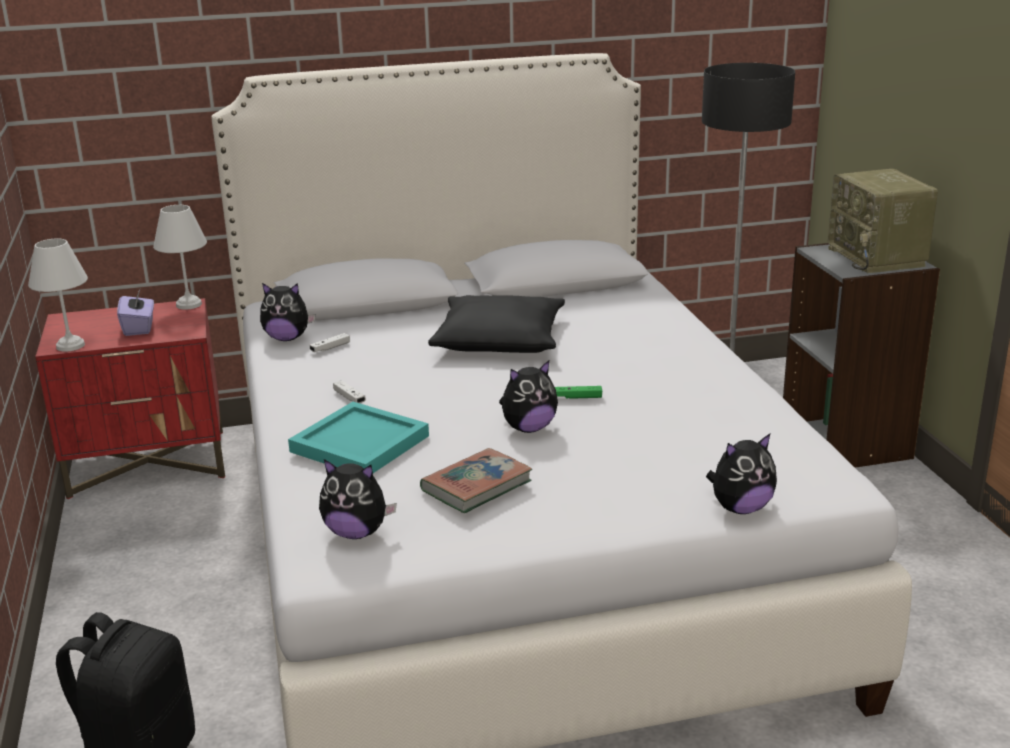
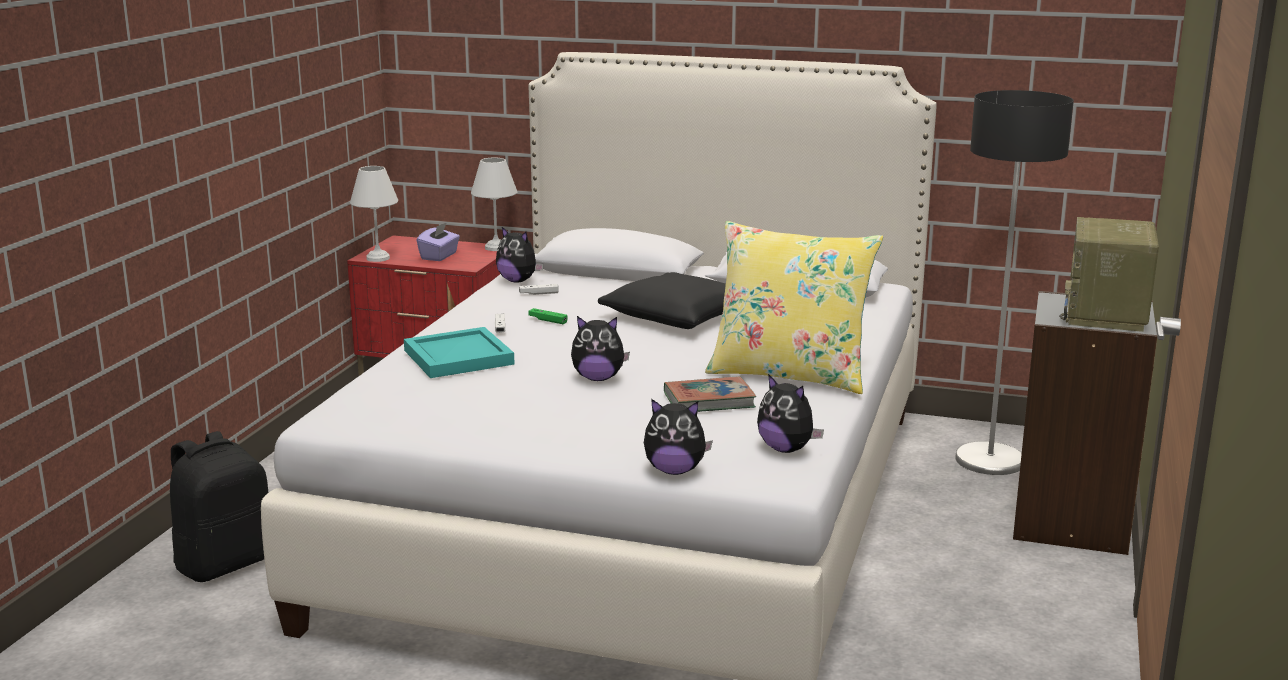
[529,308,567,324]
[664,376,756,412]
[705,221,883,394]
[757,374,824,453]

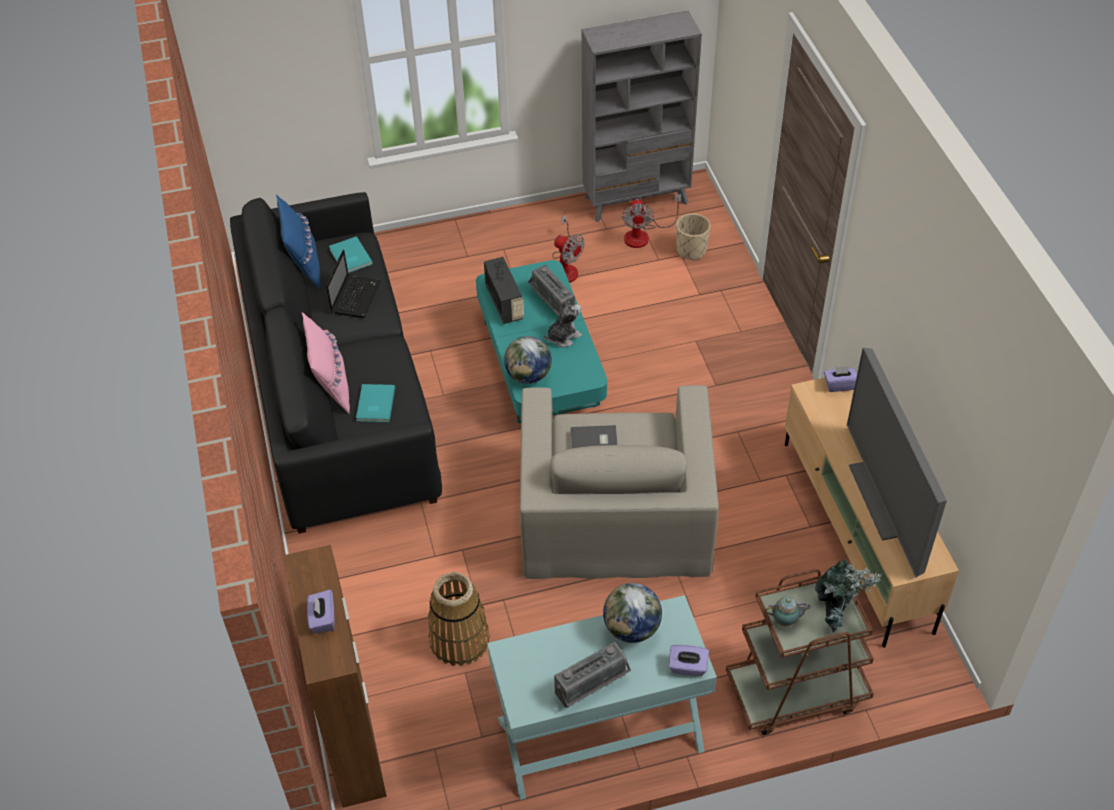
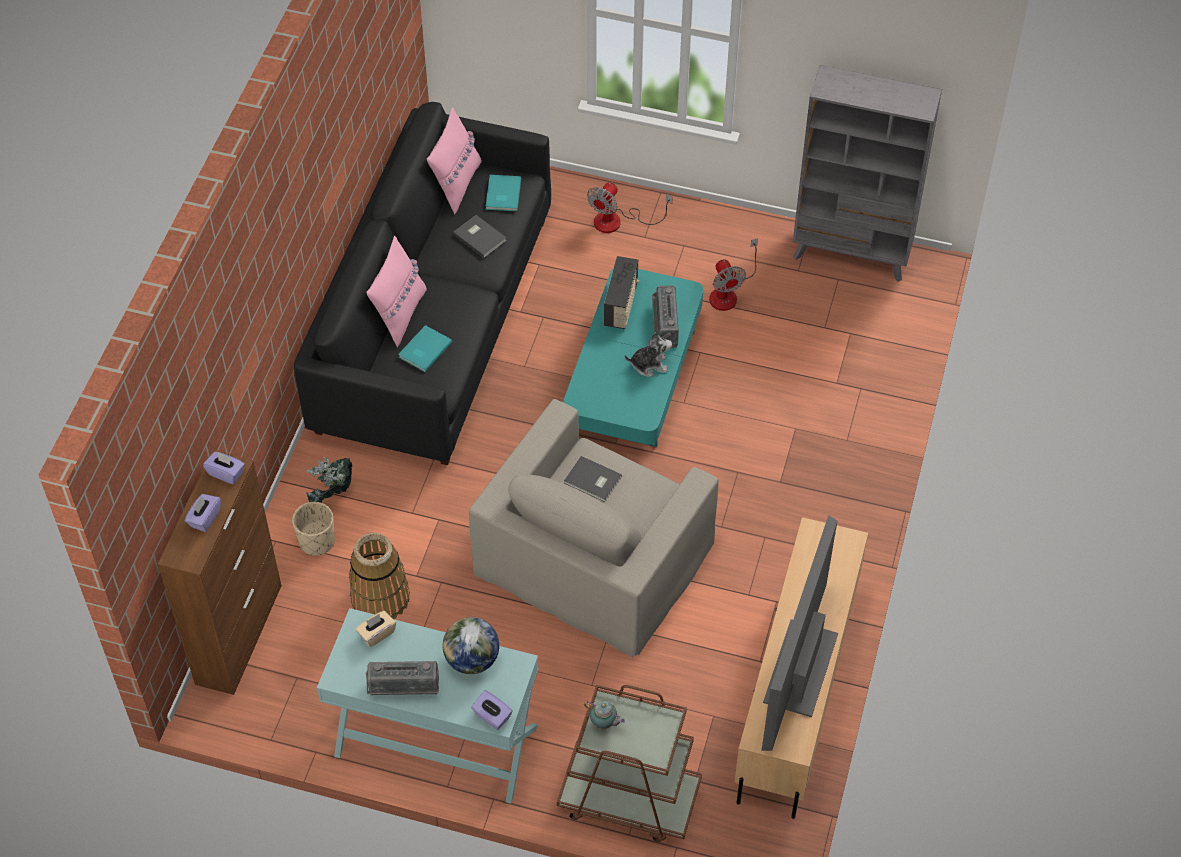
[203,452,245,485]
[292,502,335,556]
[306,457,352,503]
[356,611,396,647]
[427,107,482,215]
[453,215,507,258]
[587,182,672,233]
[504,336,552,384] (first image)

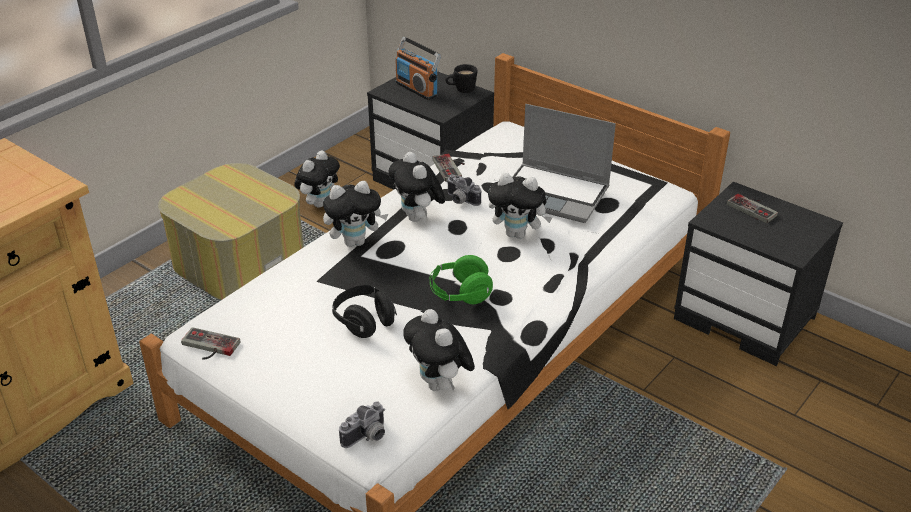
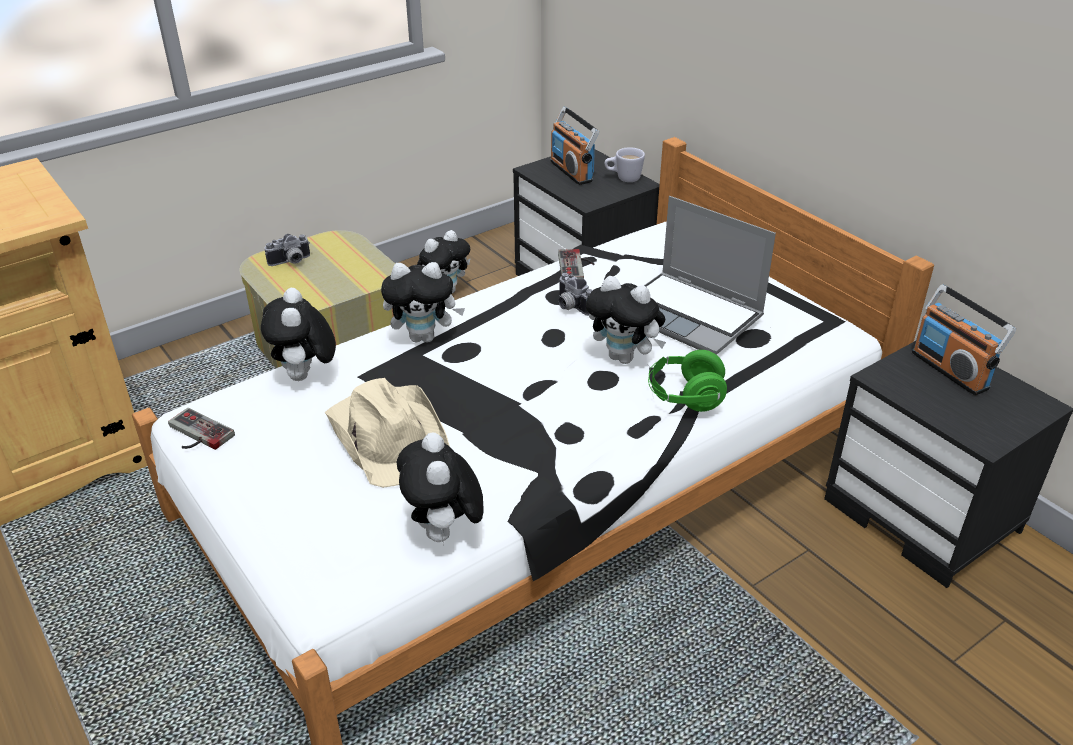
[261,288,336,381]
[265,234,310,266]
[325,378,450,488]
[605,147,645,182]
[648,350,727,412]
[912,284,1016,396]

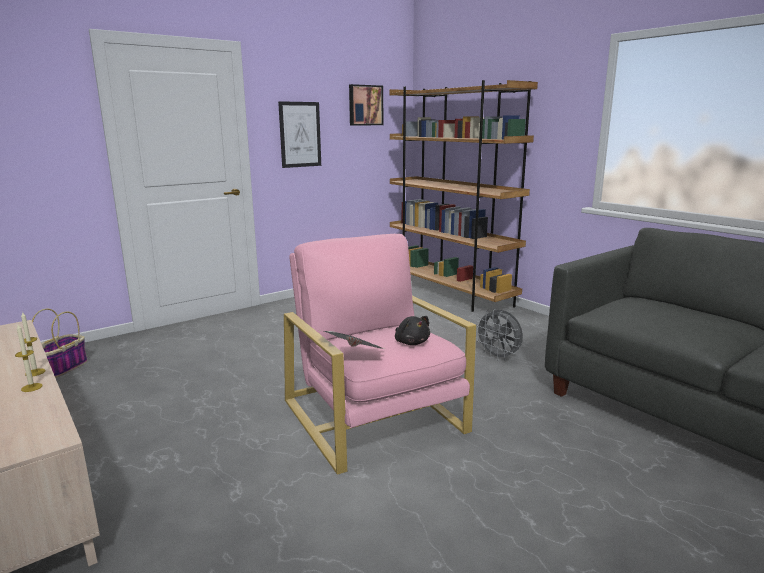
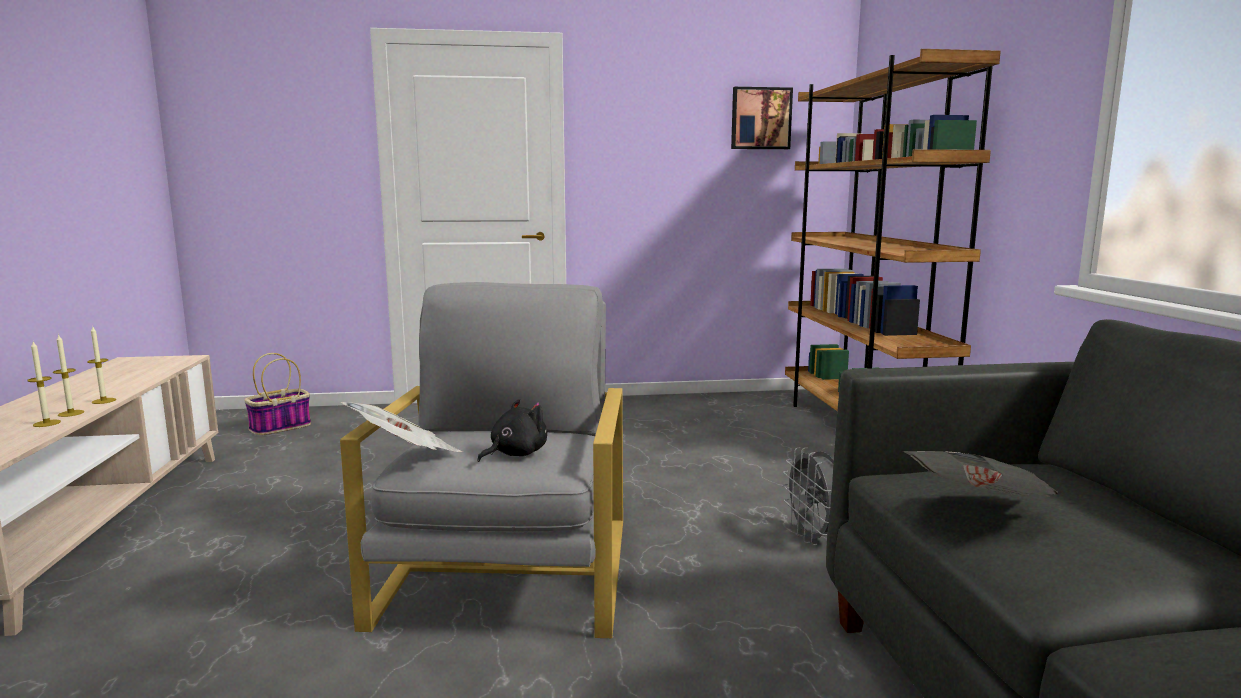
[27,342,61,427]
[340,282,623,638]
[477,399,547,462]
[903,451,1058,497]
[278,101,321,168] (first image)

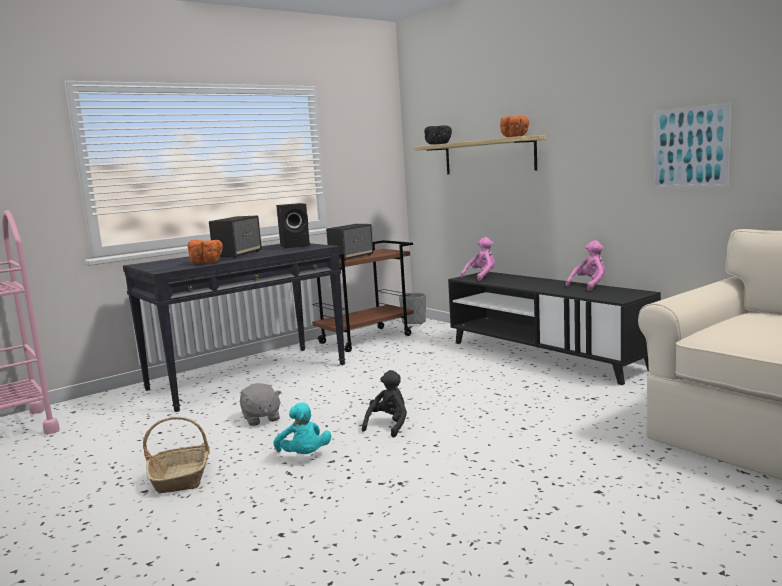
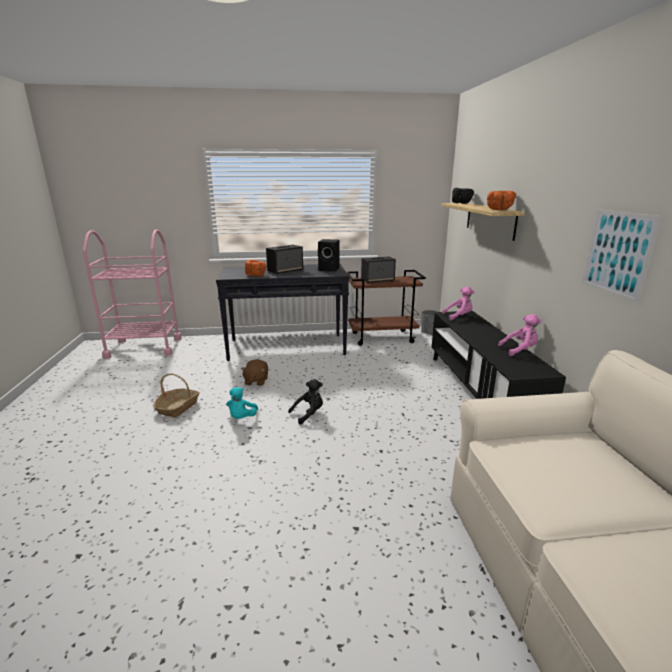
[241,359,268,386]

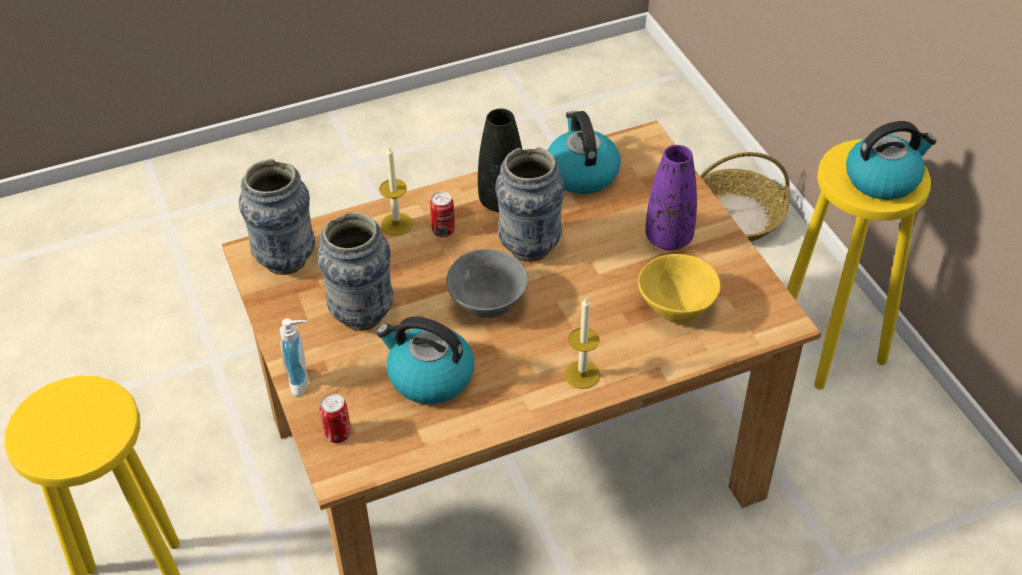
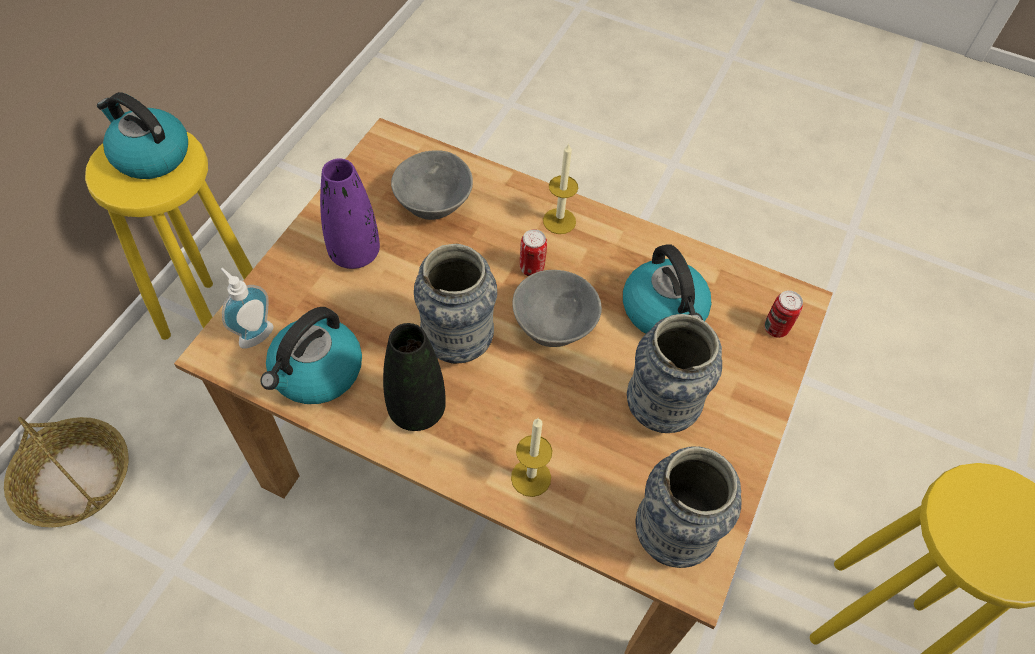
[221,268,274,348]
[391,150,473,220]
[520,229,547,276]

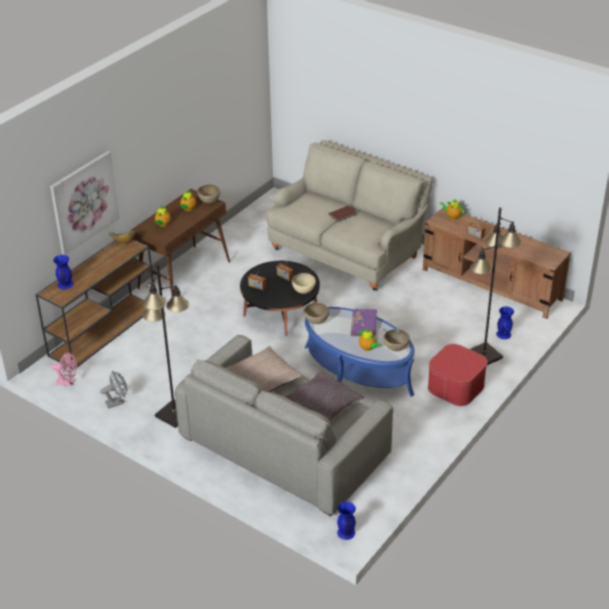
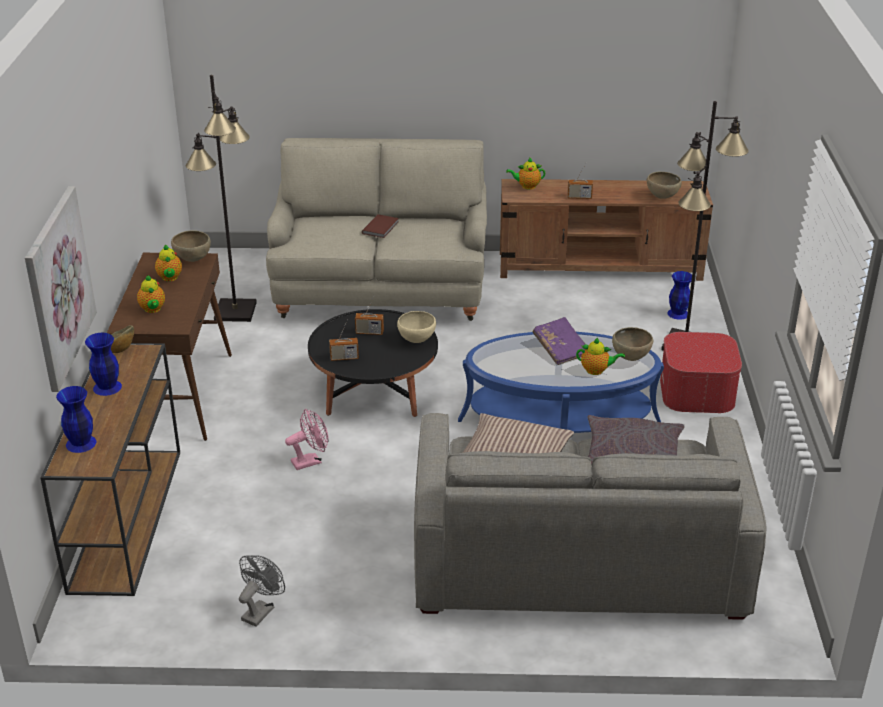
[85,333,122,396]
[185,75,257,322]
[285,409,329,470]
[647,172,682,199]

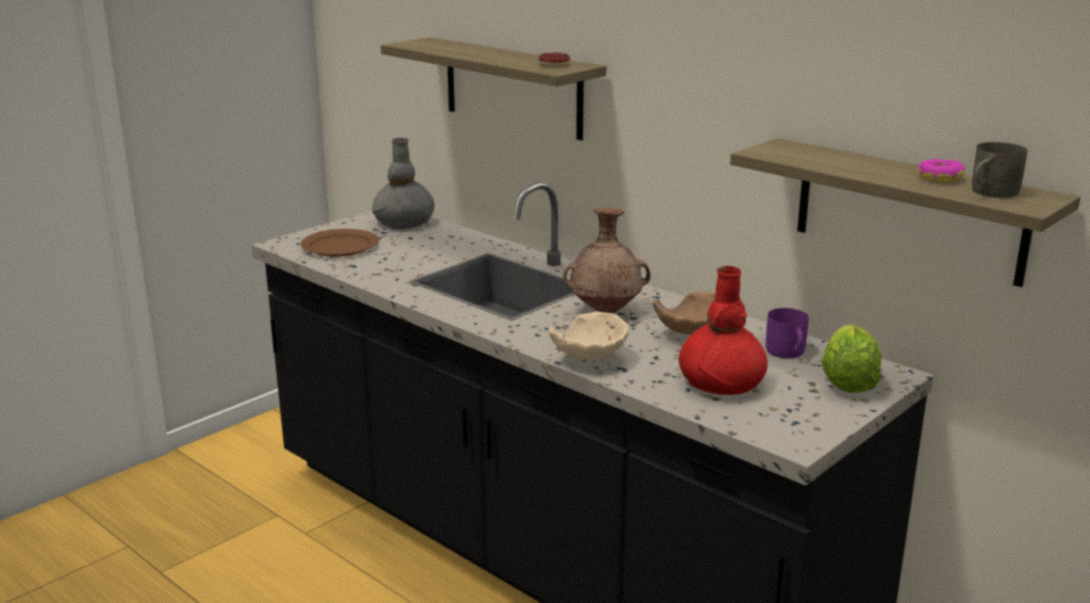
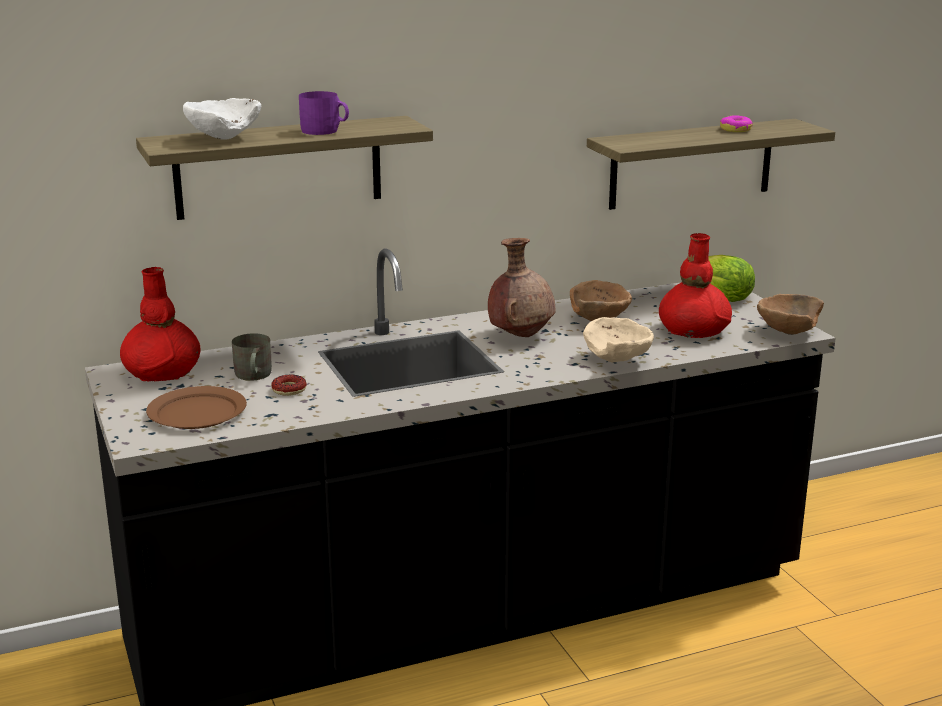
[120,267,200,382]
[183,98,261,140]
[232,333,272,381]
[271,375,307,396]
[299,91,349,135]
[757,294,824,335]

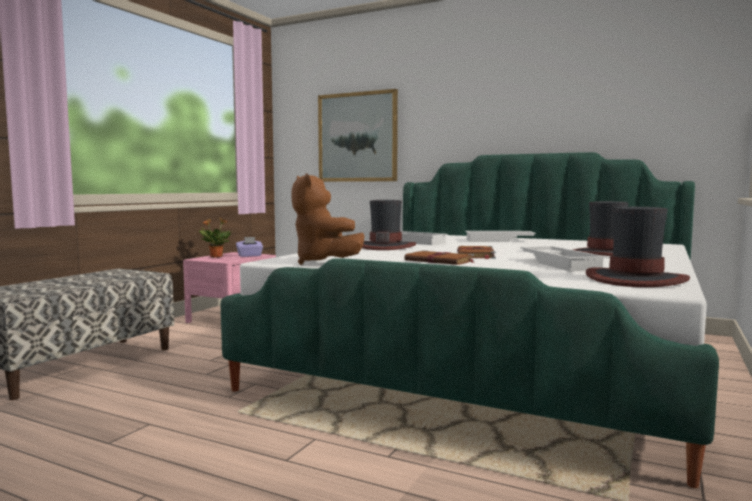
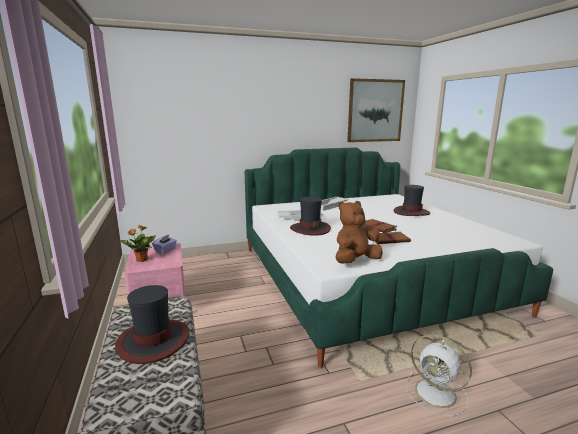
[115,285,189,364]
[335,201,383,264]
[347,78,405,142]
[406,334,472,417]
[520,246,607,271] (first image)

